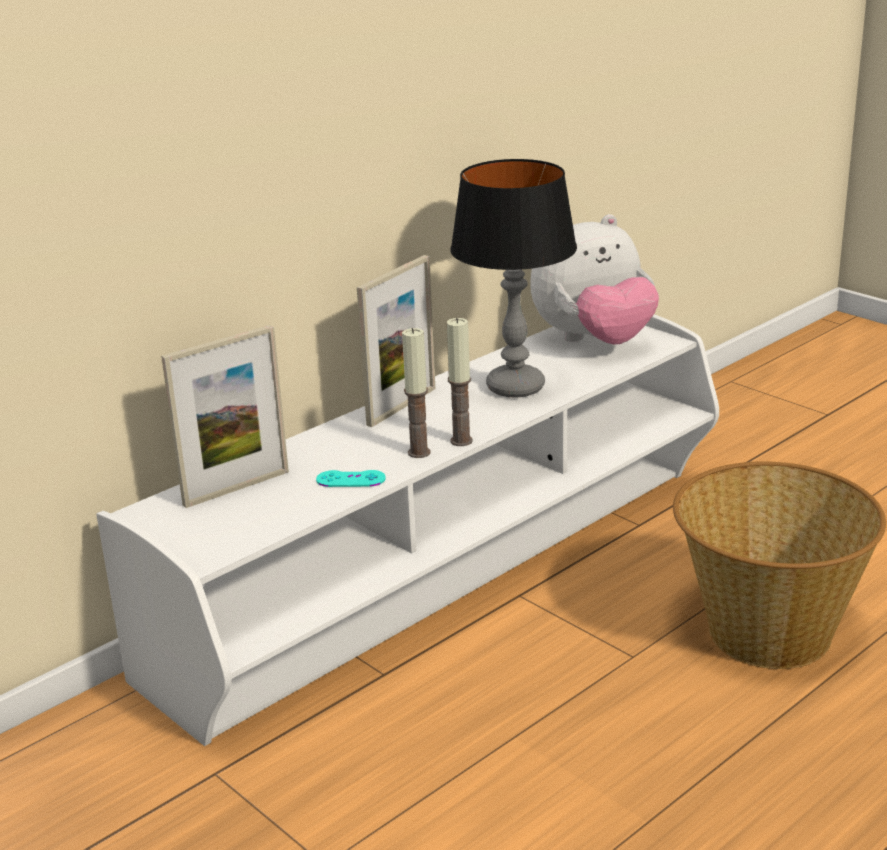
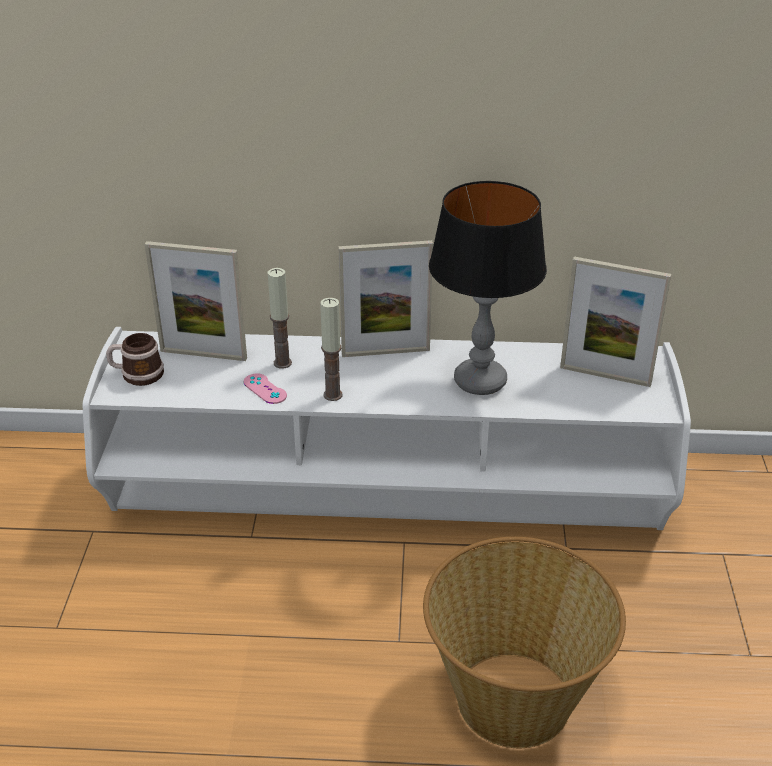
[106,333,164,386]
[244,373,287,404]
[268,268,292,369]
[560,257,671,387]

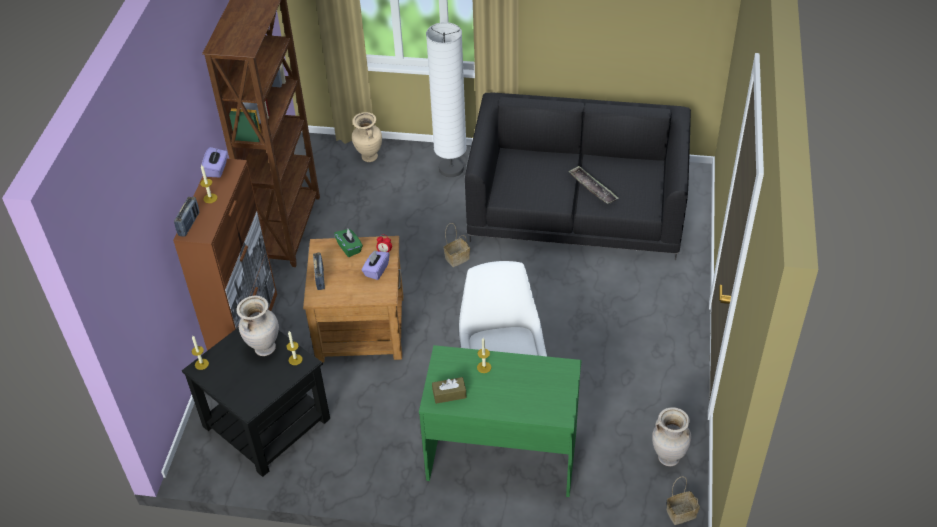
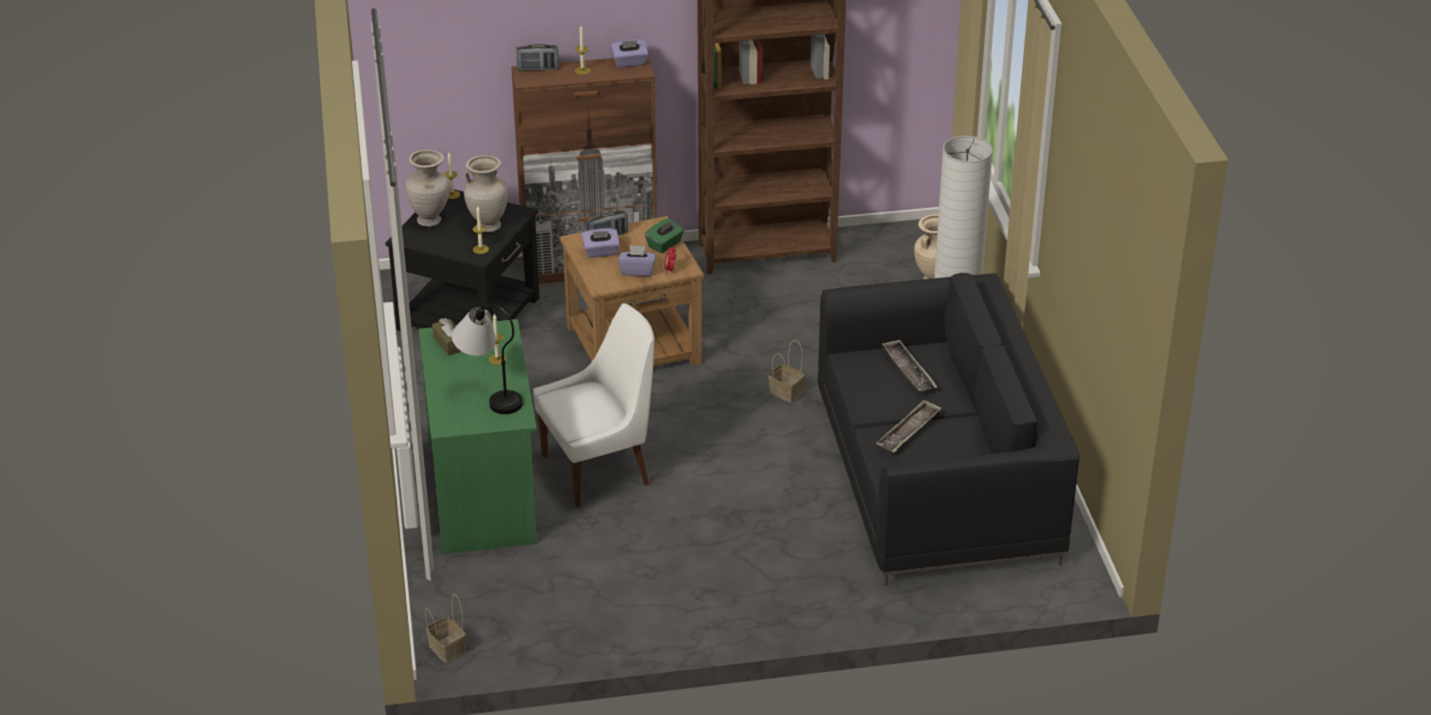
[405,150,450,227]
[452,305,523,414]
[581,228,620,258]
[882,340,937,392]

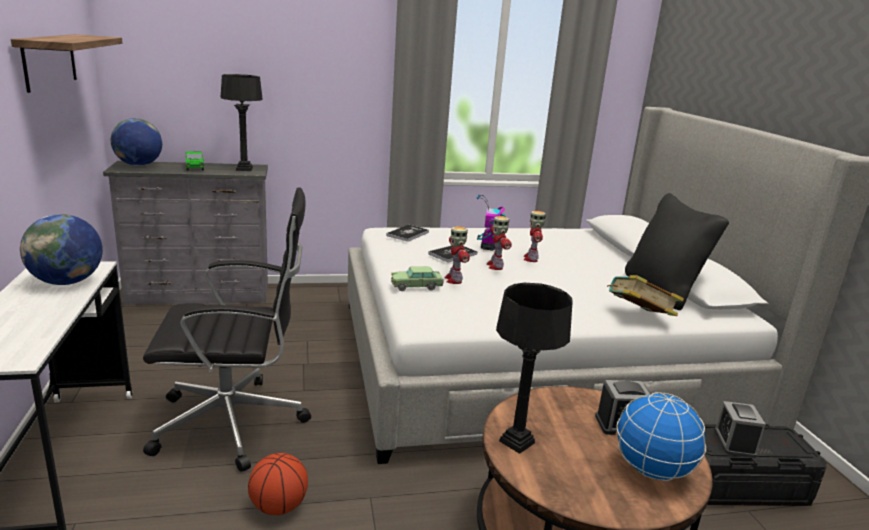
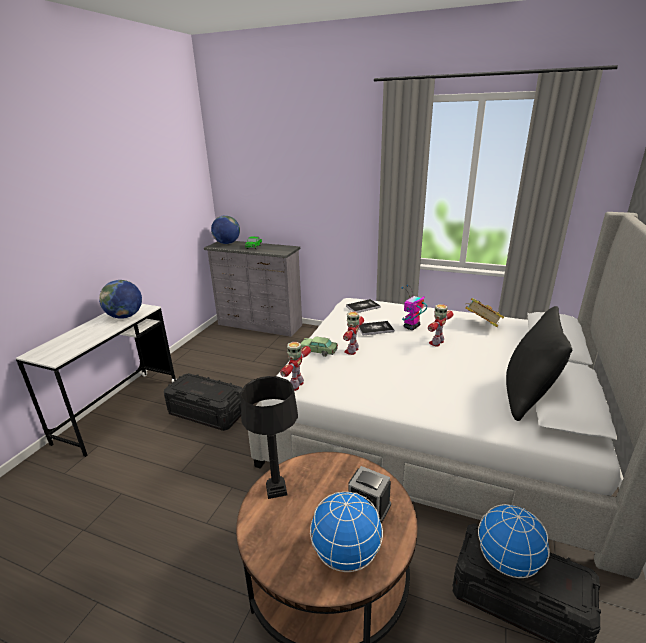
[164,373,242,431]
[280,342,311,391]
[465,298,504,327]
[478,504,550,578]
[11,34,122,93] (first image)
[221,74,263,171] (first image)
[248,453,308,515] (first image)

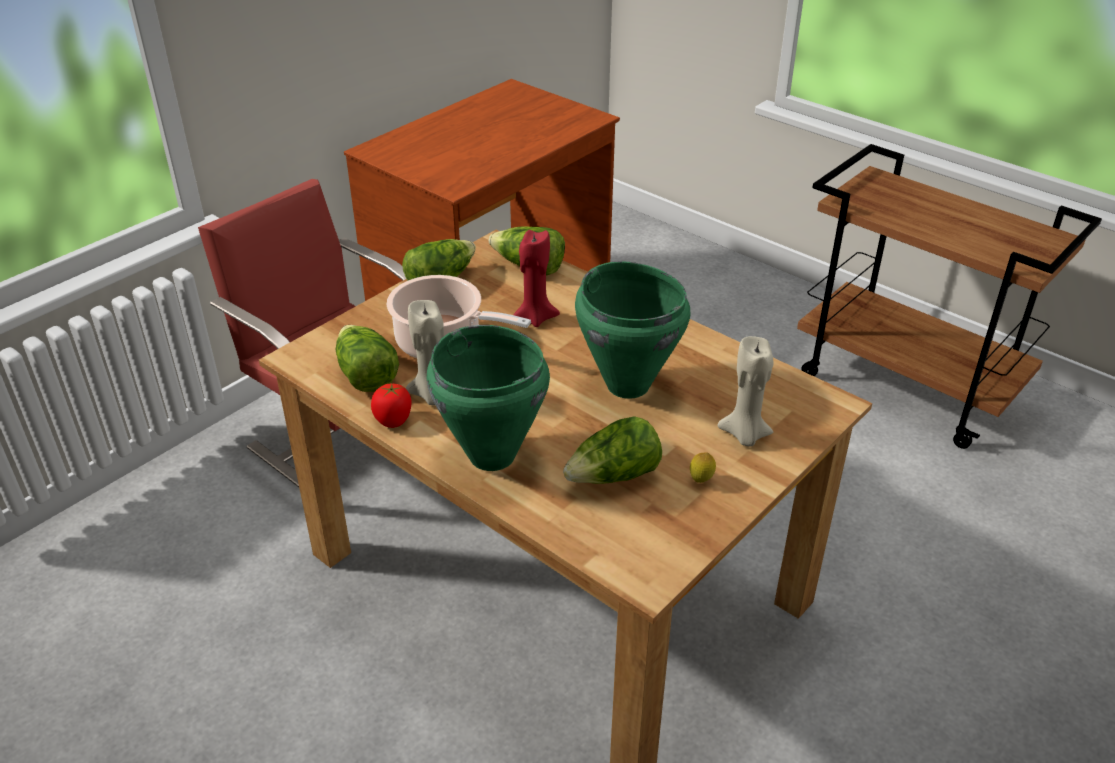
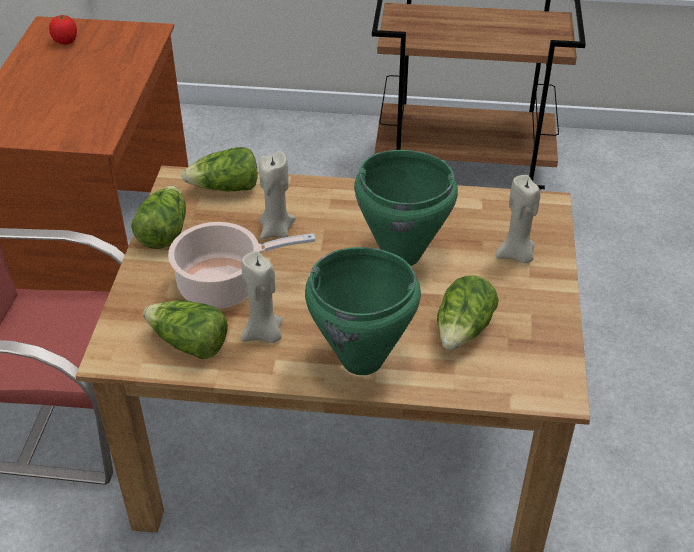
[49,15,77,45]
[259,151,296,239]
[690,453,716,483] (first image)

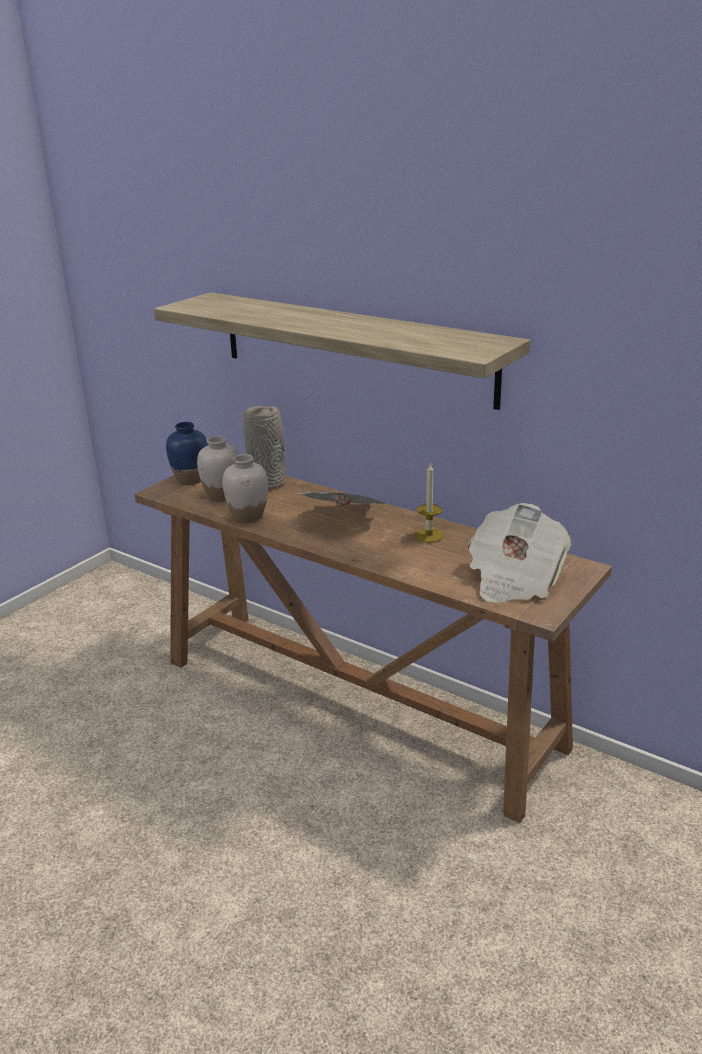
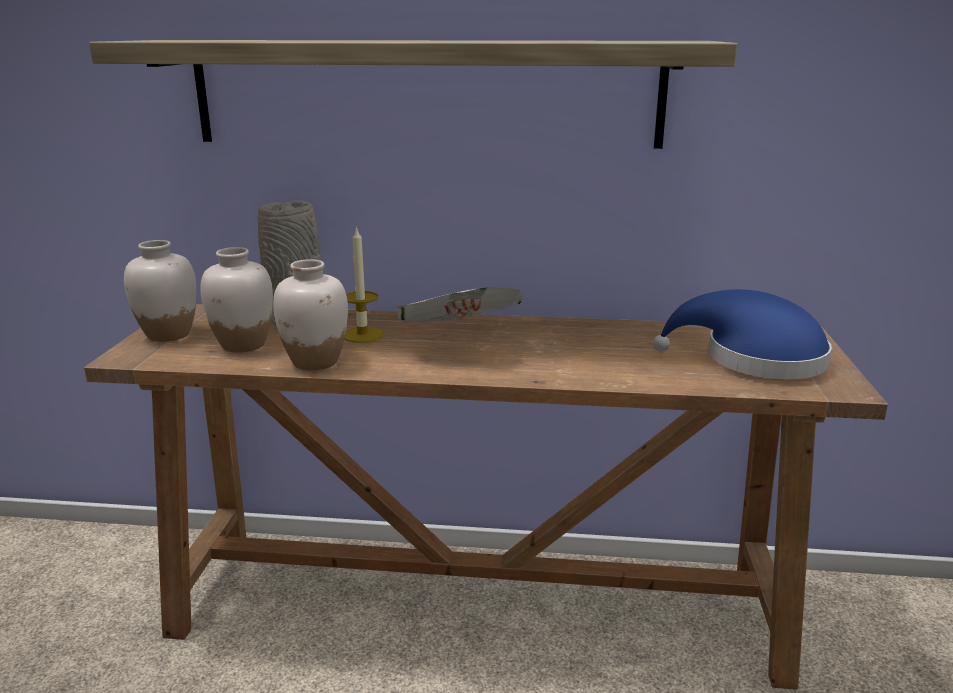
[124,240,196,342]
[345,226,383,343]
[652,289,832,379]

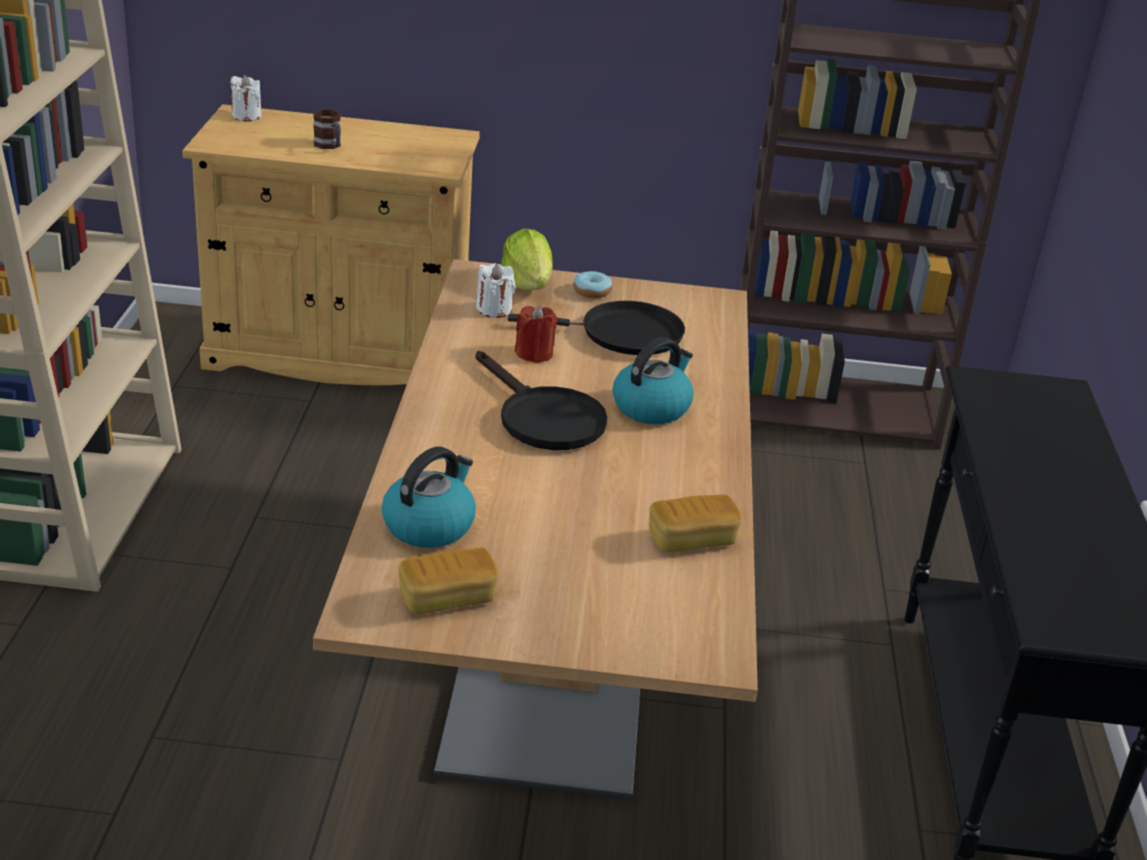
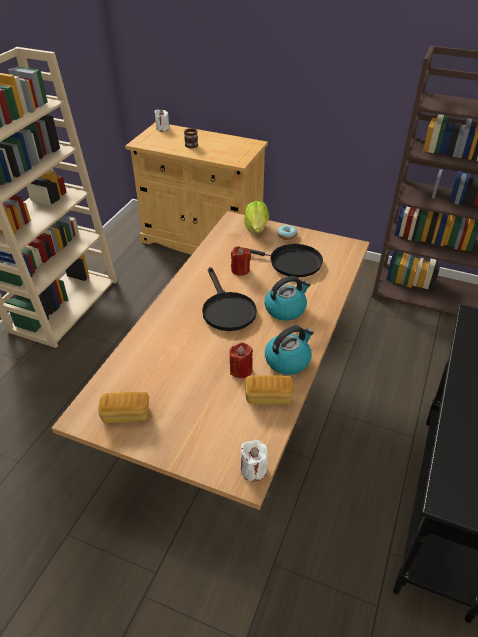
[230,342,253,378]
[240,440,268,481]
[265,325,314,375]

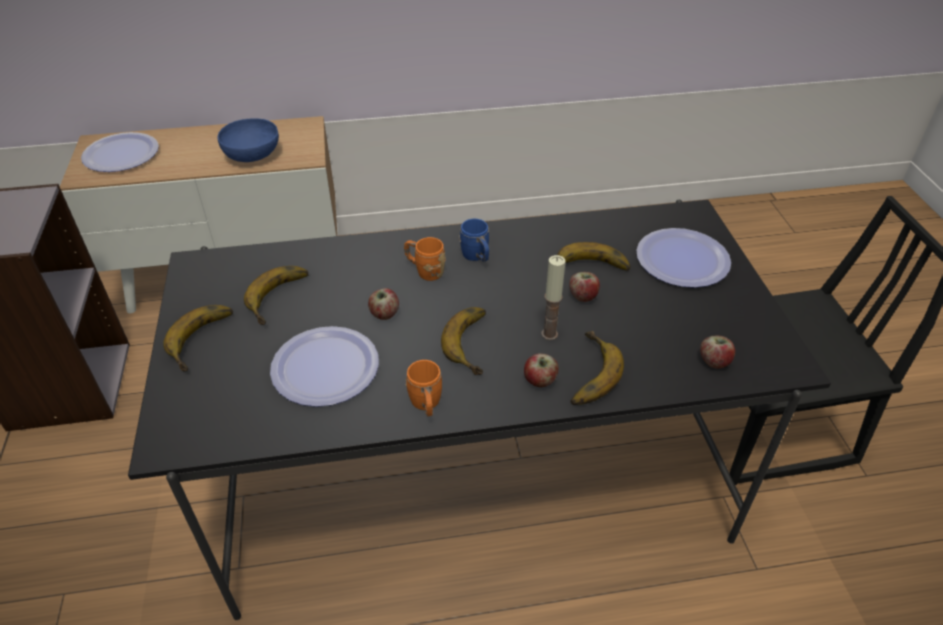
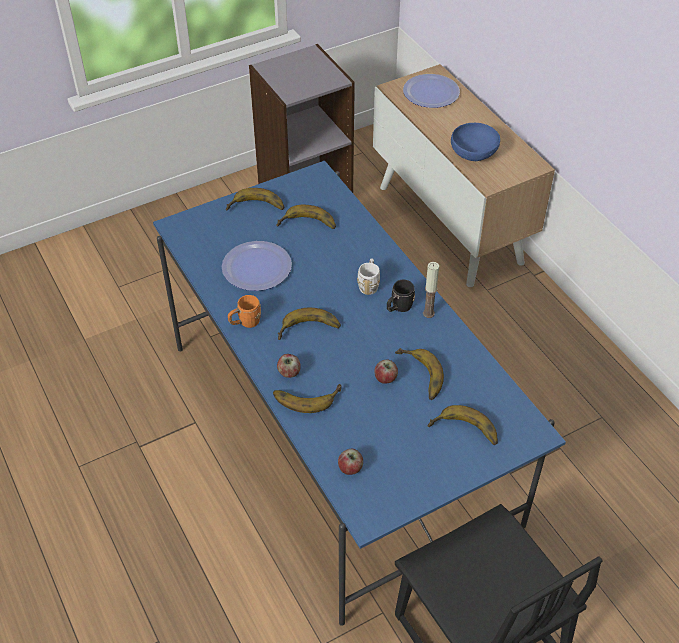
[153,160,566,626]
[357,258,380,295]
[387,280,415,312]
[423,262,439,318]
[428,405,498,445]
[368,288,399,320] (first image)

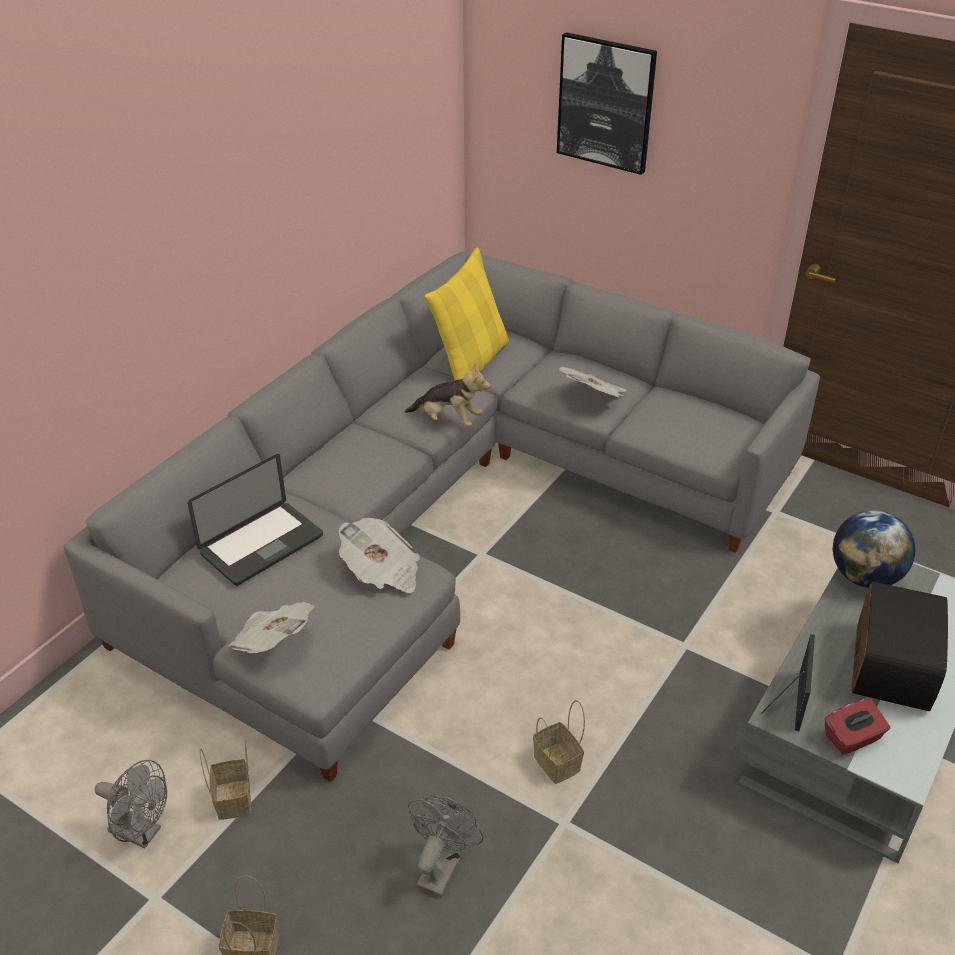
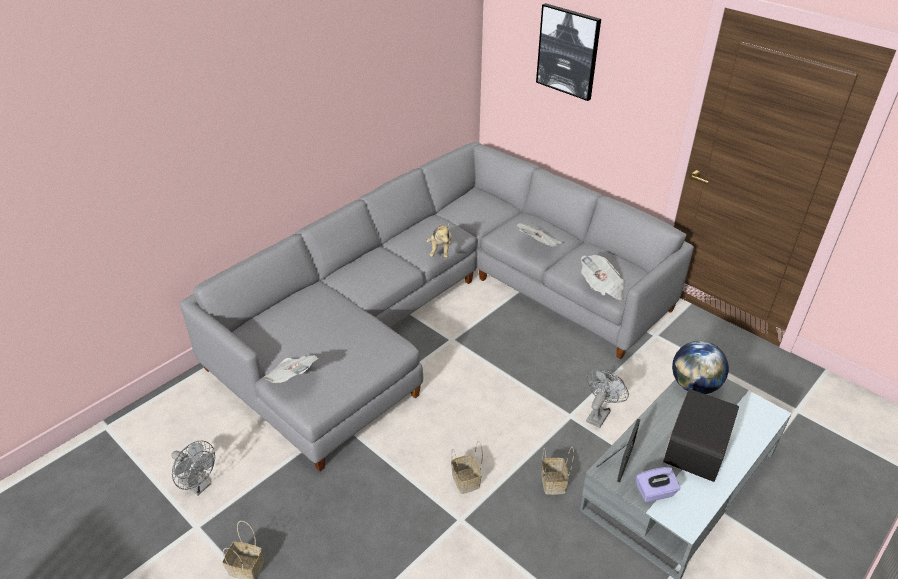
[427,224,452,258]
[542,447,574,495]
[581,255,624,300]
[586,370,629,428]
[636,467,680,502]
[188,454,323,586] (first image)
[424,248,509,380] (first image)

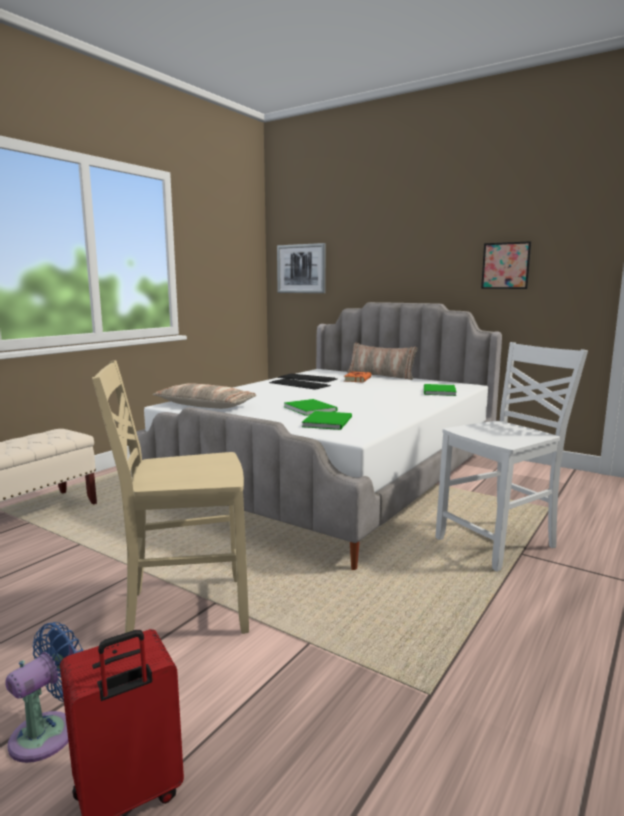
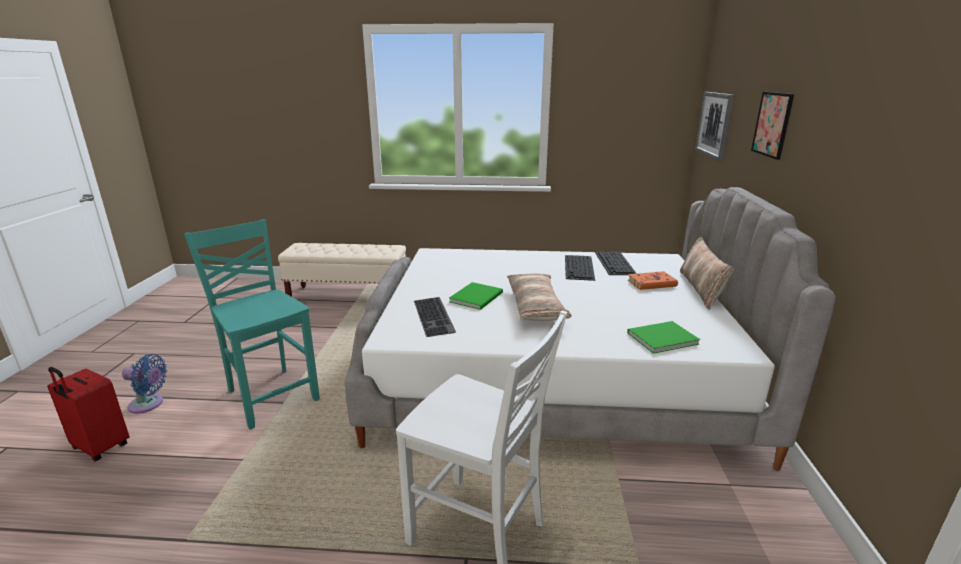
[184,219,320,429]
[414,297,456,337]
[507,273,572,321]
[751,92,794,160]

